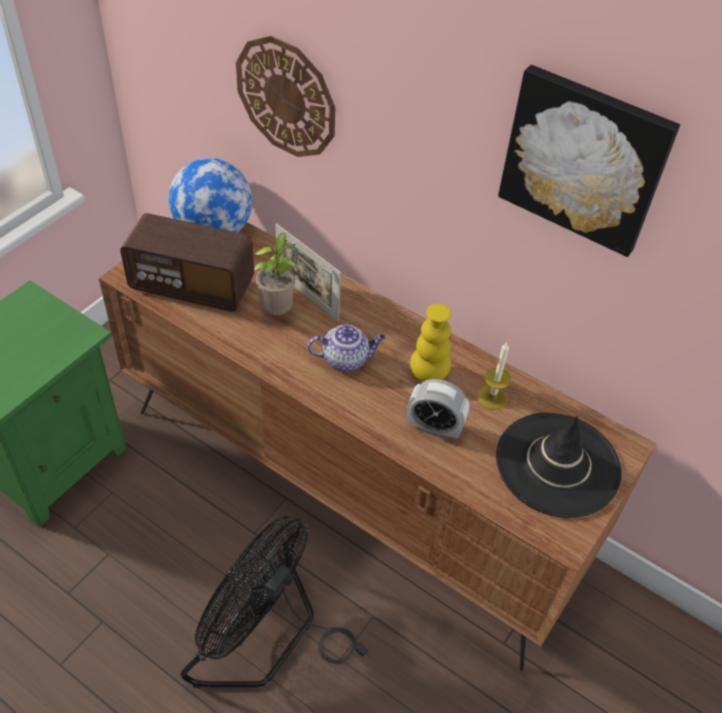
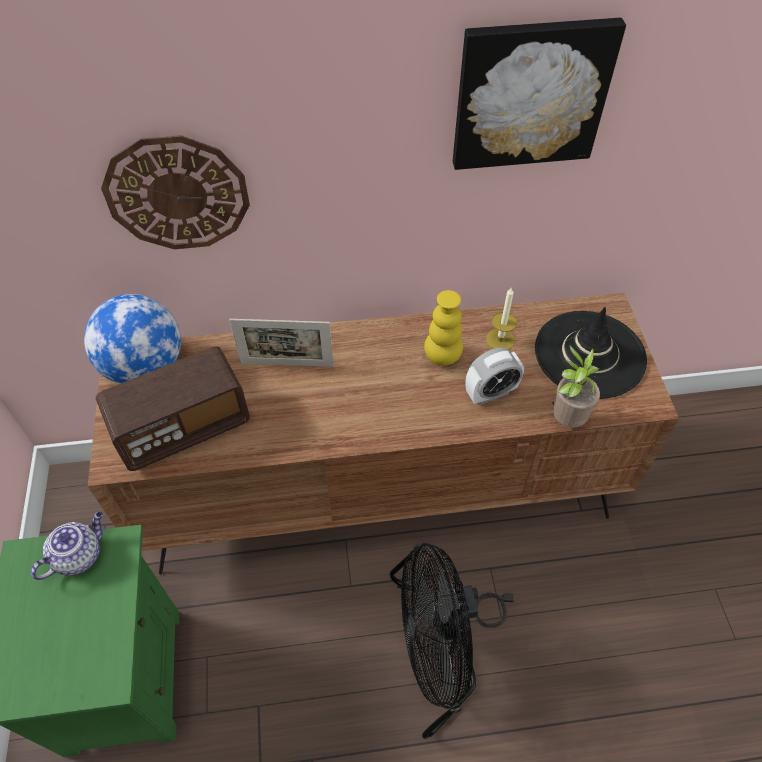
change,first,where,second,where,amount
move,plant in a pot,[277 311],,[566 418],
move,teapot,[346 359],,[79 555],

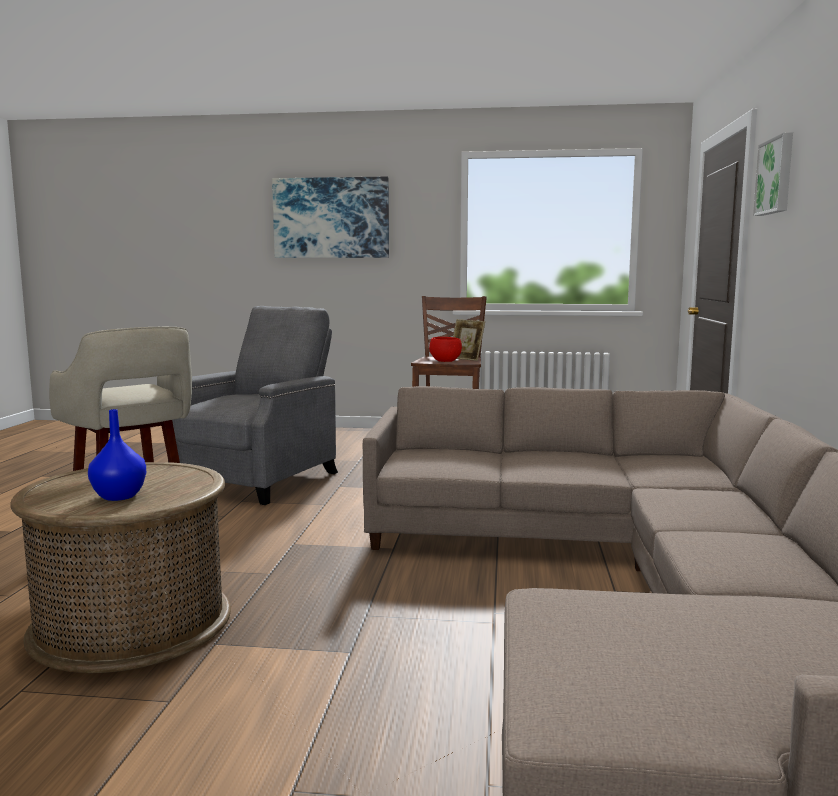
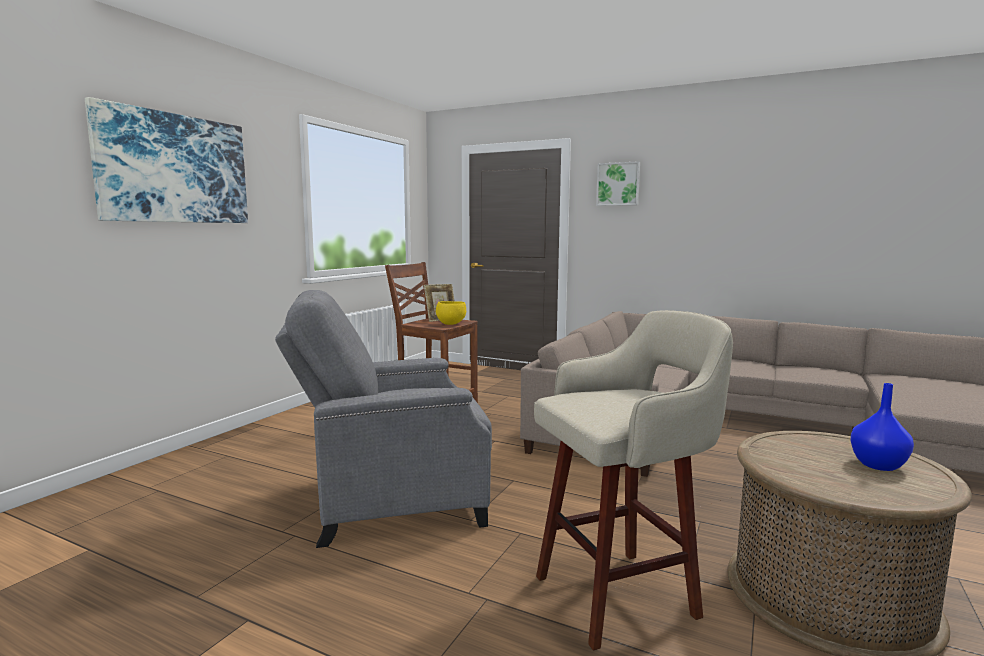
change,first,where,second,where,amount
recolor,serving bowl in red,[446 361],serving bowl in yellowish,[451 324],
rotate,armchair in greyish,[262 479],,[391 502],60 degrees counterclockwise

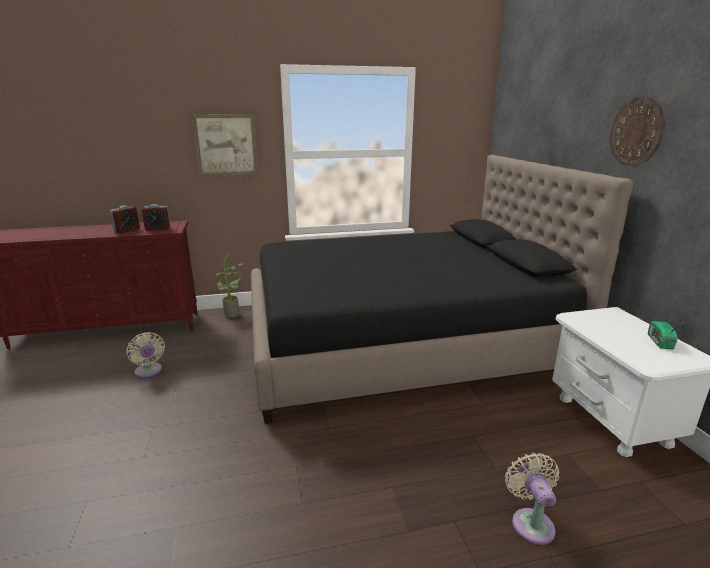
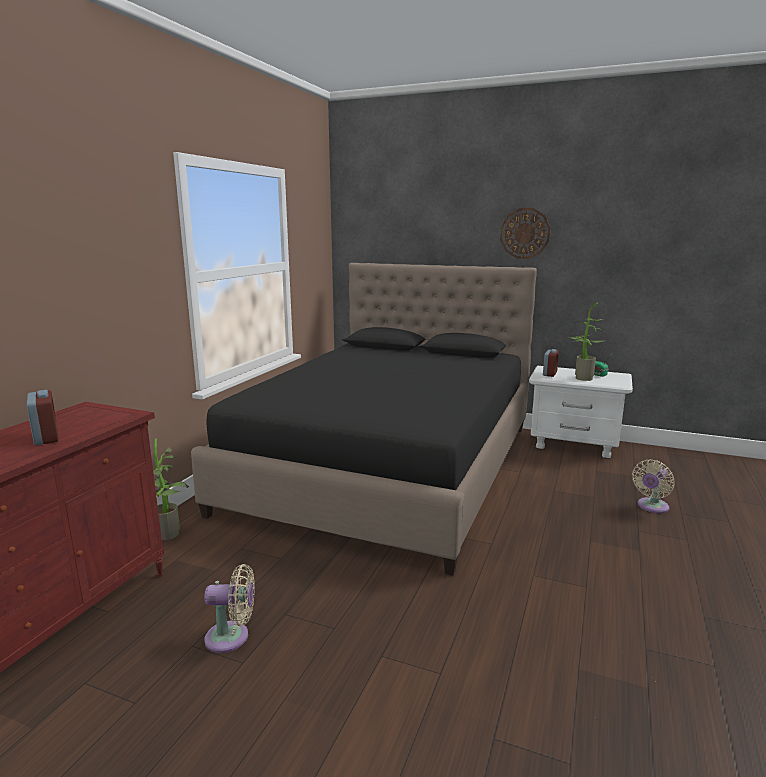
change,first,where,second,where,amount
delete,picture,[226 145],,,
insert,,,plant in a pot,[581 379],
move,table clock,[158 229],,[549 374],
rotate,fan in beige-coloured,[531 522],,[651 507],75 degrees counterclockwise

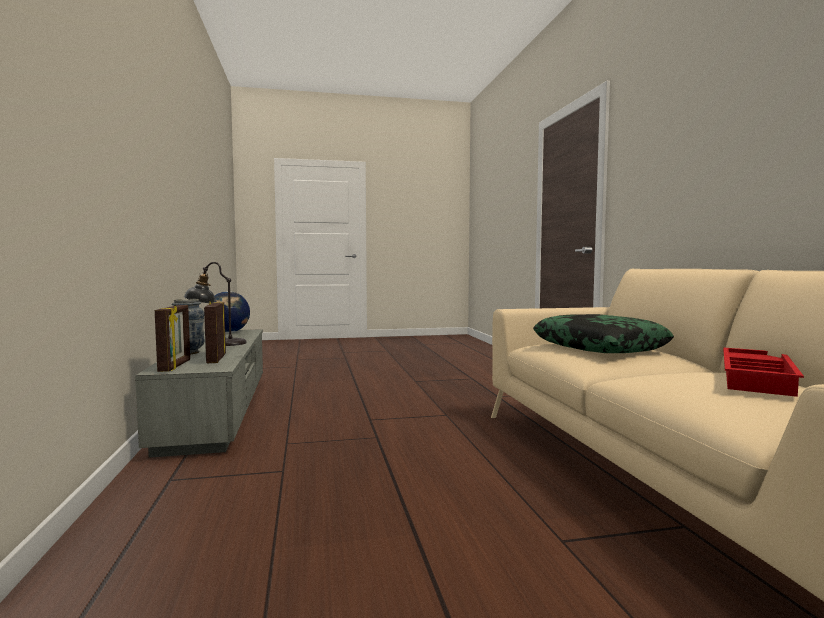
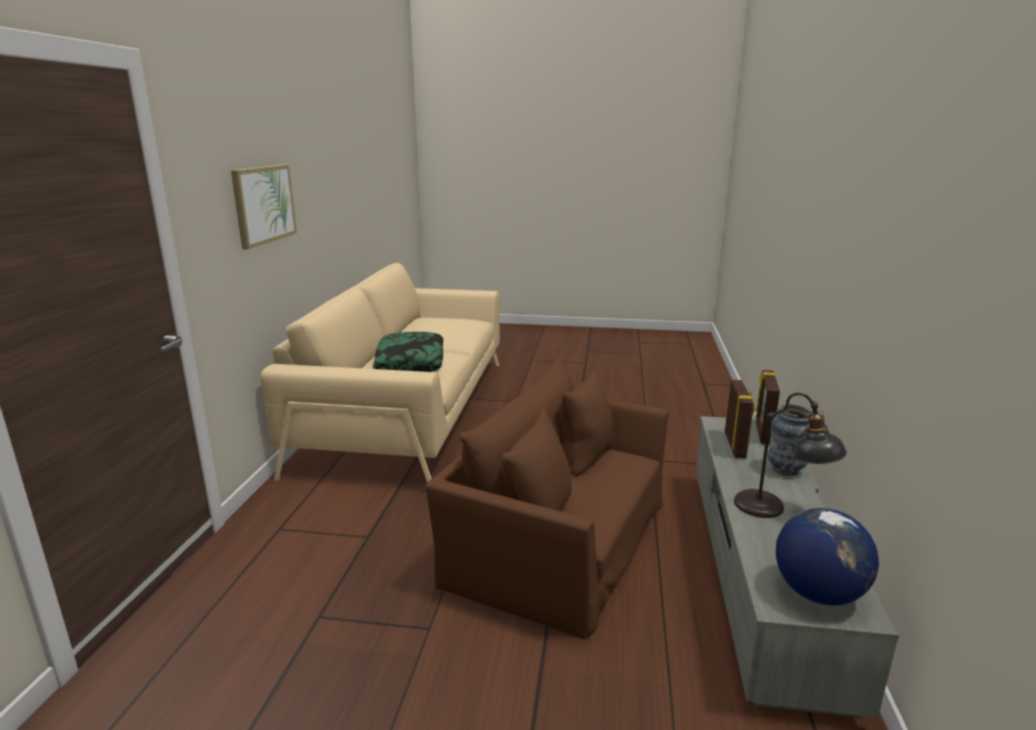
change,first,where,second,where,amount
delete,tray in red,[759 379],,,
insert,,,picture,[264 204],
insert,,,armchair in brown-coloured,[559 541],

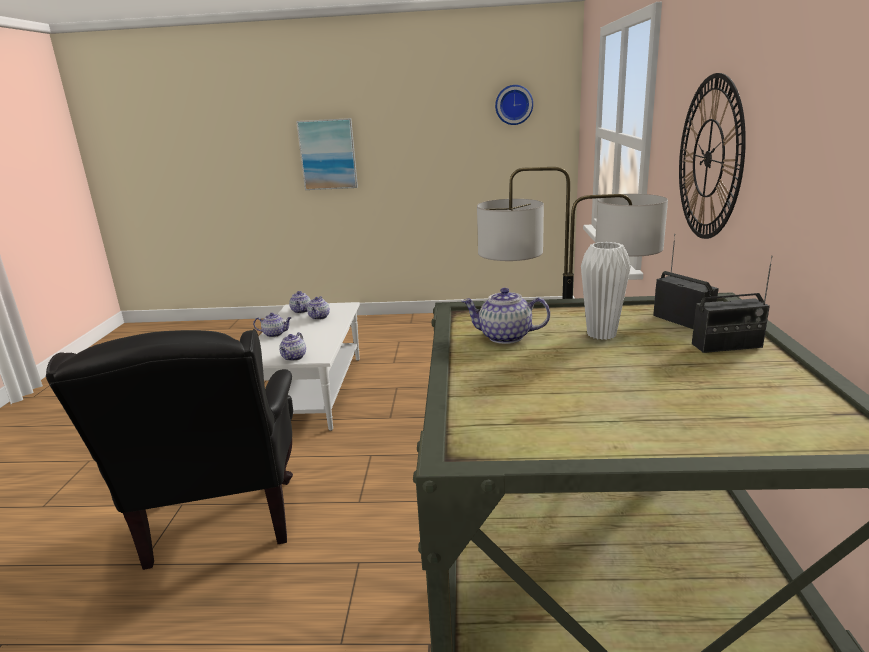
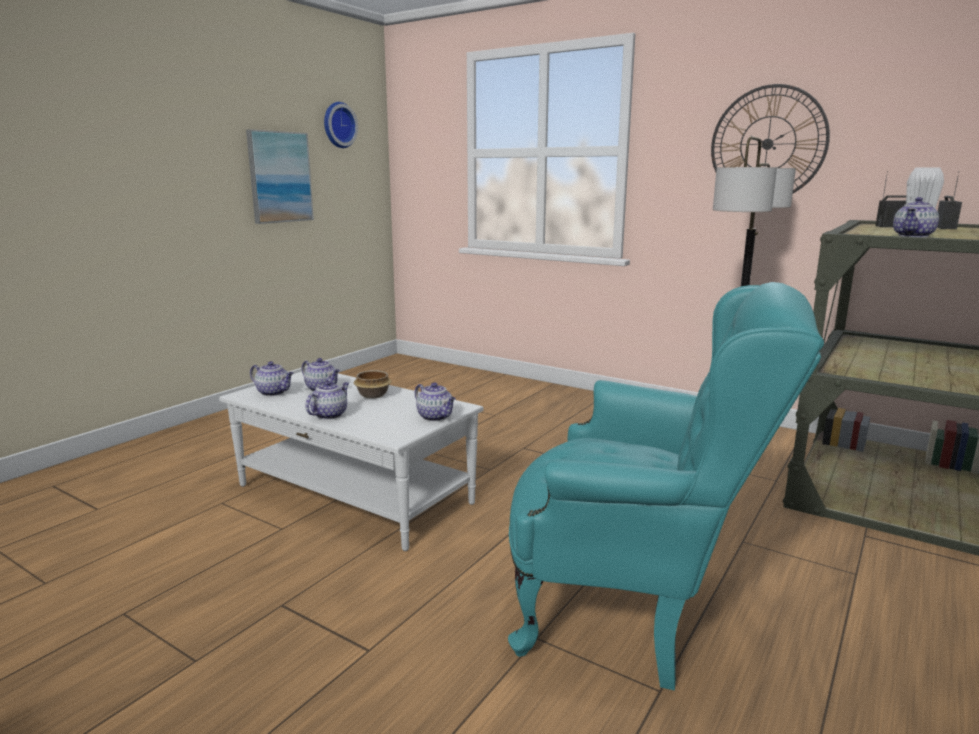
change,first,where,second,where,amount
insert,,,serving bowl,[373 395],
move,picture,[328 154],,[279 177],
recolor,armchair in black-coloured,[220 533],armchair in blue-green,[633 615],

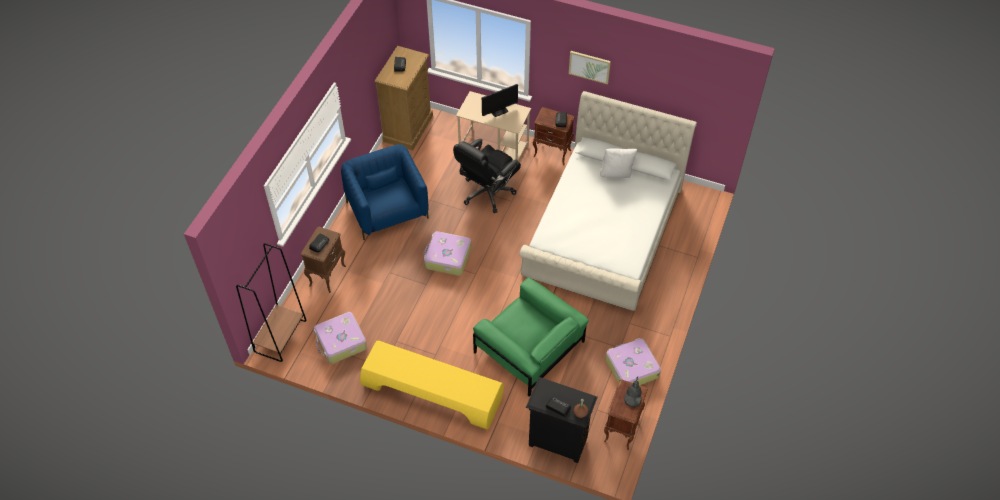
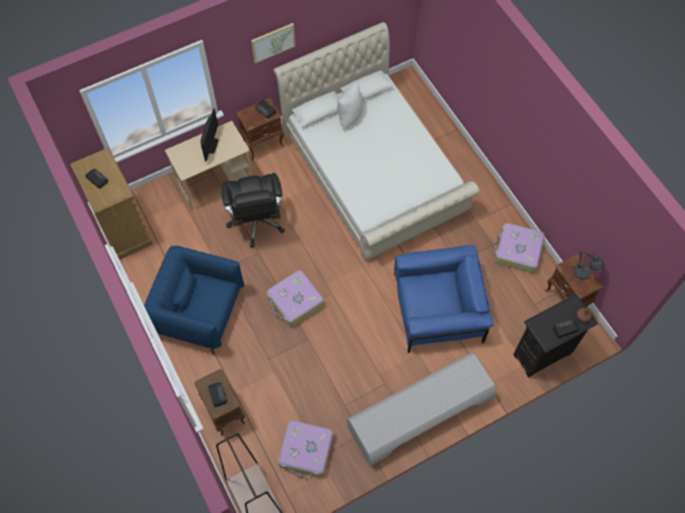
change,first,where,second,where,amount
recolor,long seat in yellowish,[432 392],long seat in greyish,[420 413],
recolor,armchair in green,[529 347],armchair in blue-coloured,[438 308],

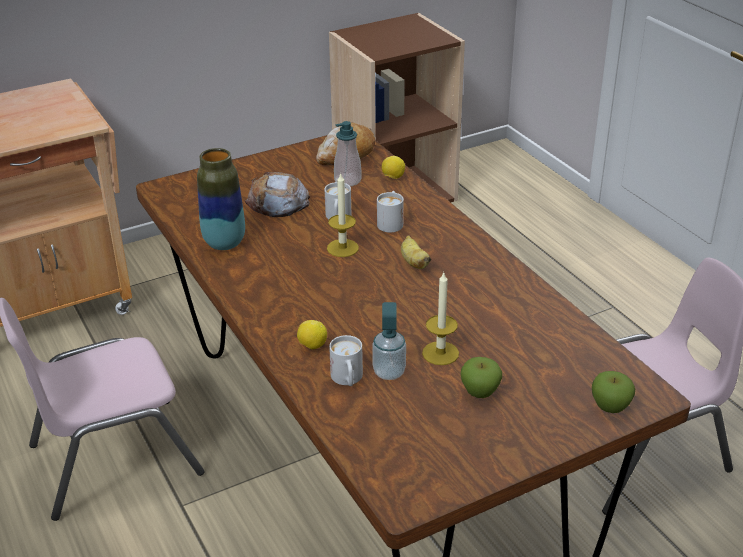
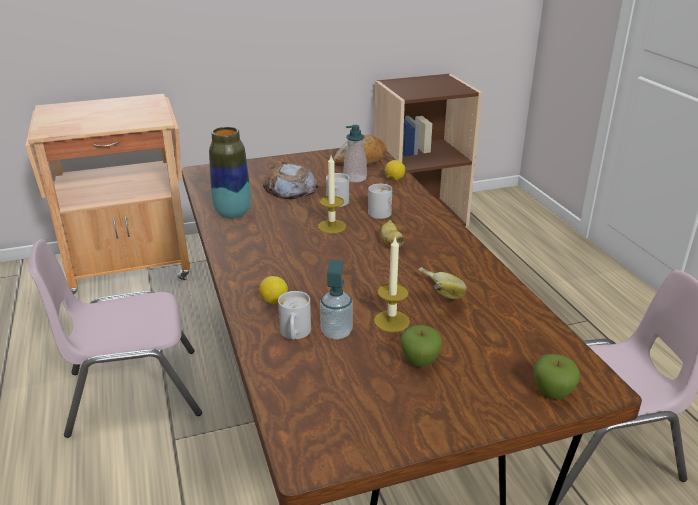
change,first,where,second,where,amount
insert,,,banana,[435 298],

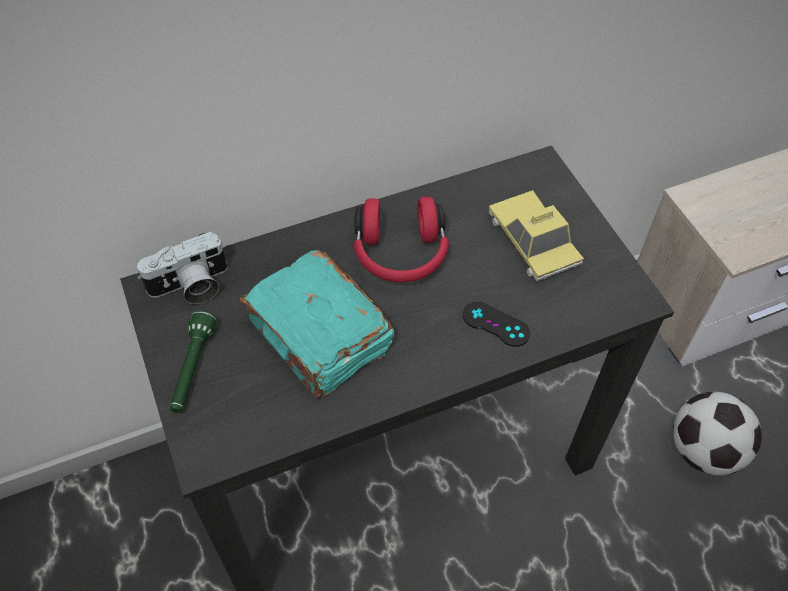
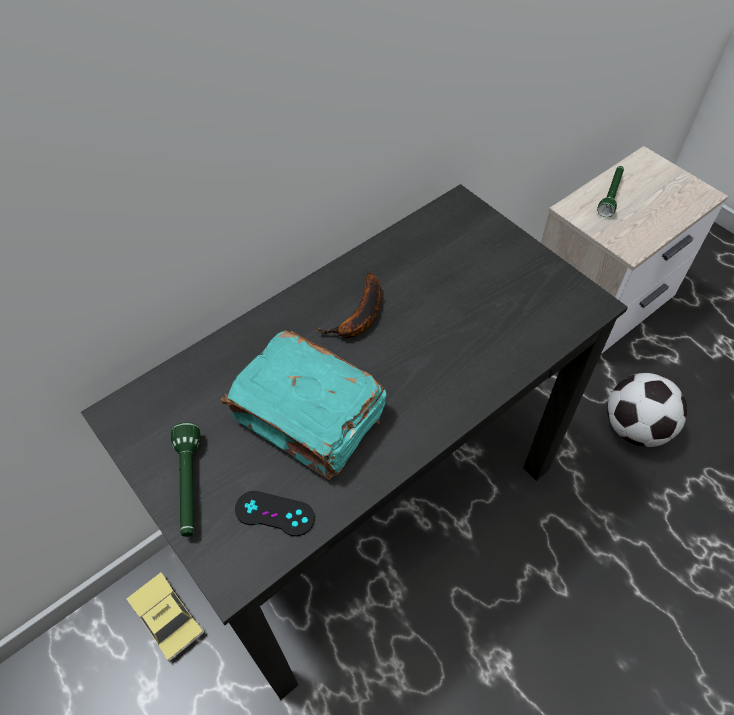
change,first,where,second,where,amount
delete,photo camera,[191 287],,,
insert,,,flashlight in green,[611 195],
move,joypad in black-coloured,[495 324],,[274 513],
move,toy car,[533 241],,[167 618],
replace,headphones in red,[400 255],banana,[359 317],

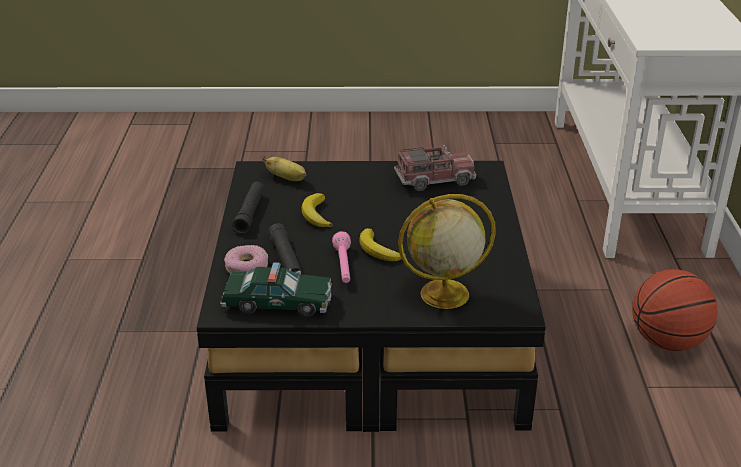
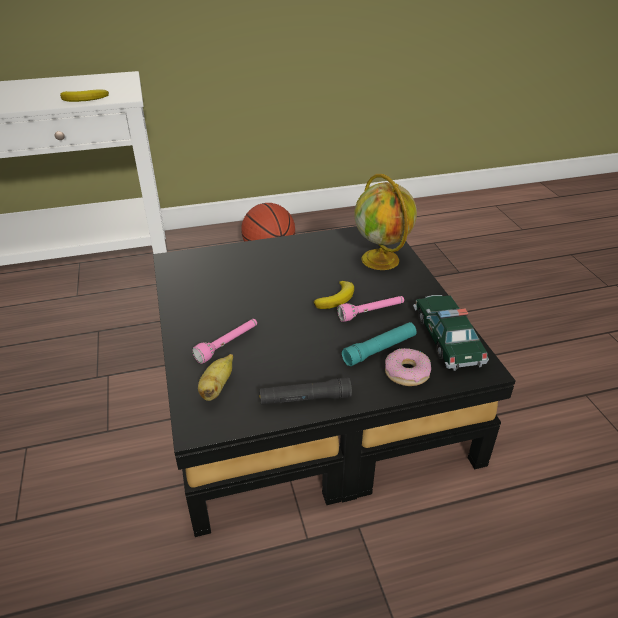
change,first,where,second,where,amount
delete,toy truck,[434 179],,,
insert,,,flashlight in pink-coloured,[228 345],
move,banana,[316 214],,[87 99],
recolor,flashlight in black-coloured,[286 259],flashlight in blue-green,[379 349],

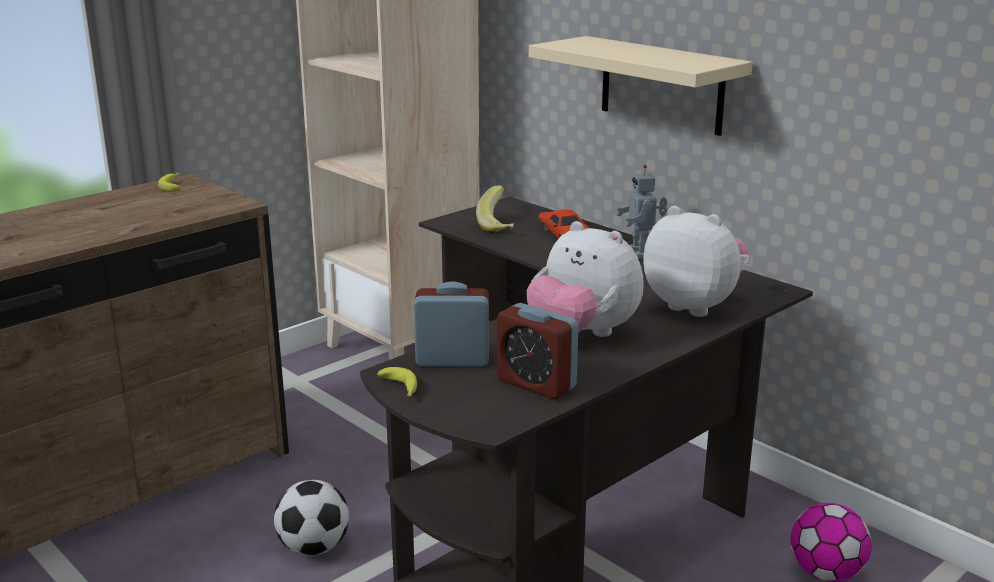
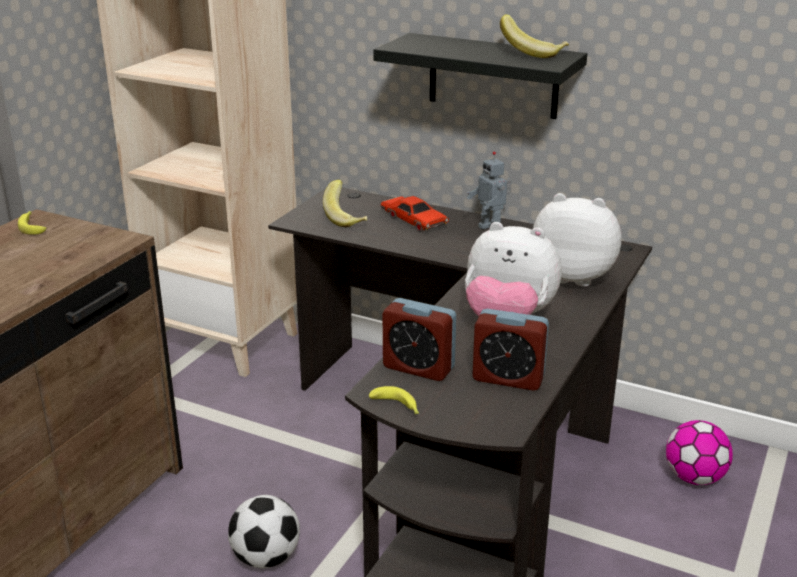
change,first,where,second,where,amount
insert,,,banana,[533 53],
recolor,bracket shelf in beige-coloured,[661 85],bracket shelf in black-coloured,[493 76],
rotate,table clock,[452 360],,[418 367],135 degrees counterclockwise

